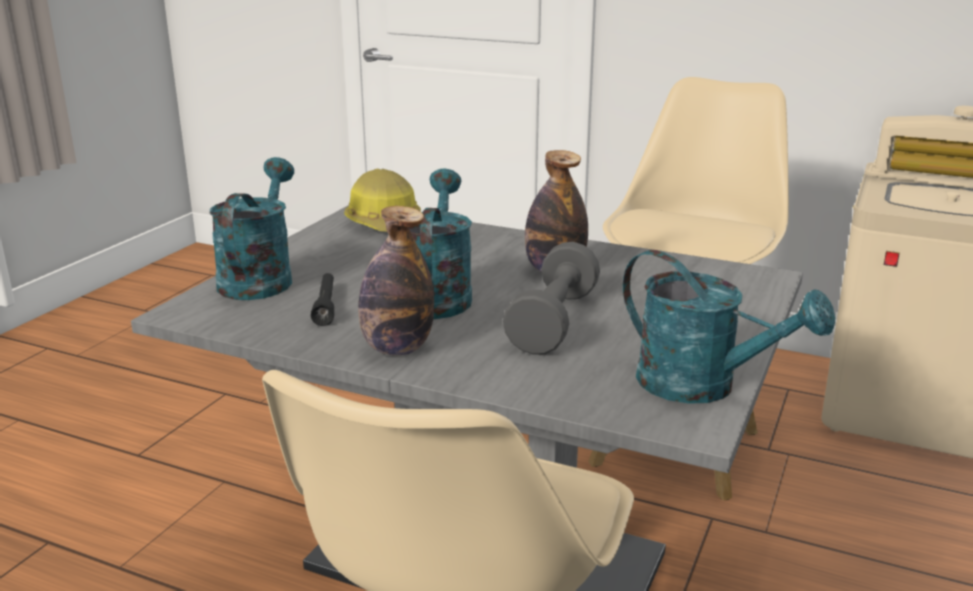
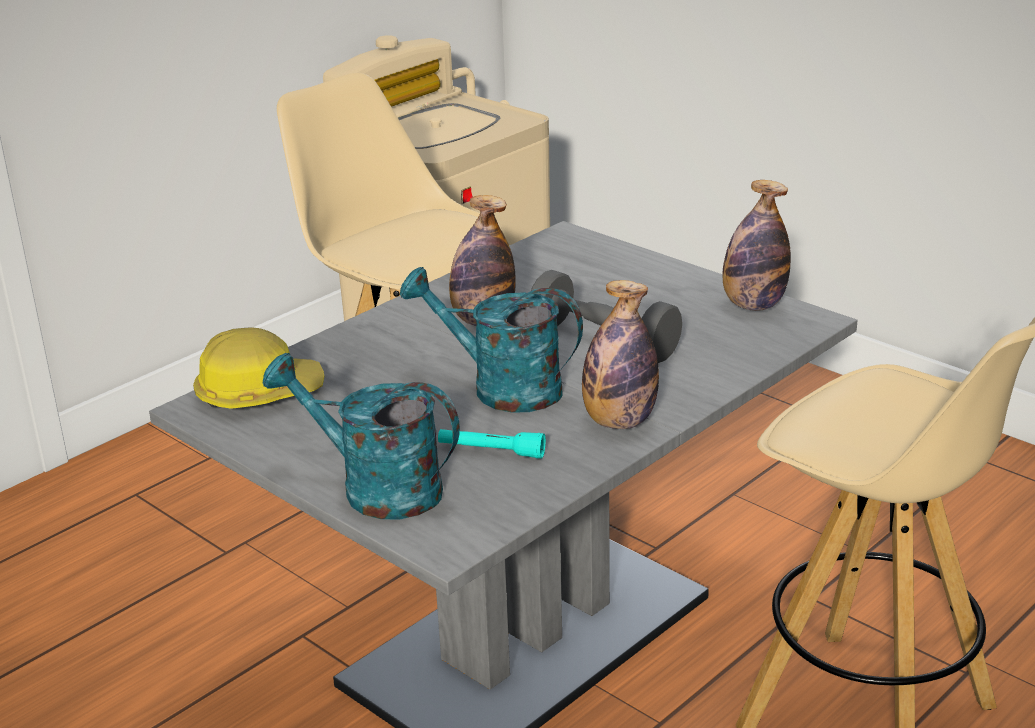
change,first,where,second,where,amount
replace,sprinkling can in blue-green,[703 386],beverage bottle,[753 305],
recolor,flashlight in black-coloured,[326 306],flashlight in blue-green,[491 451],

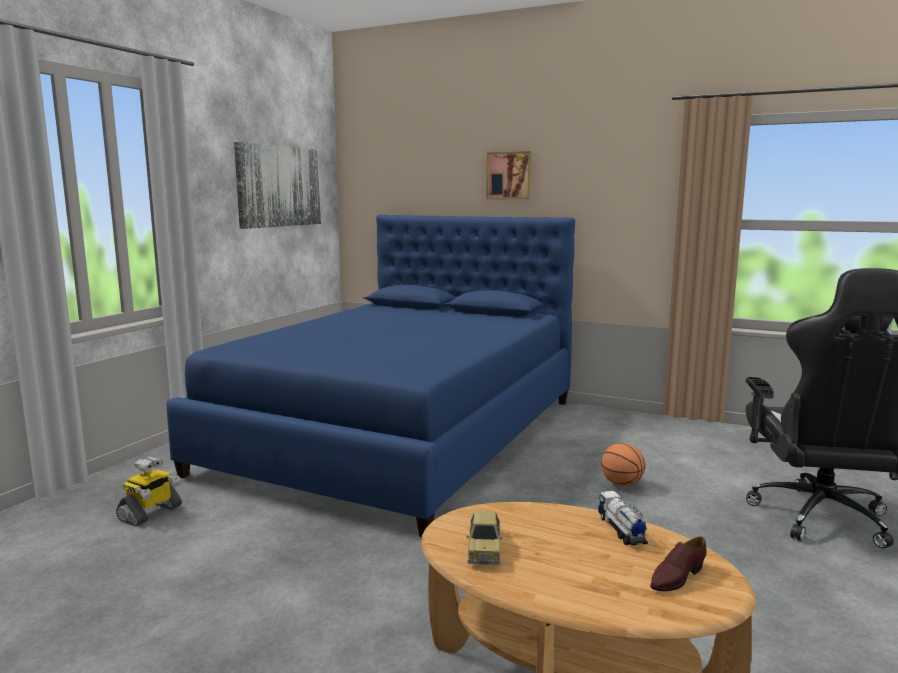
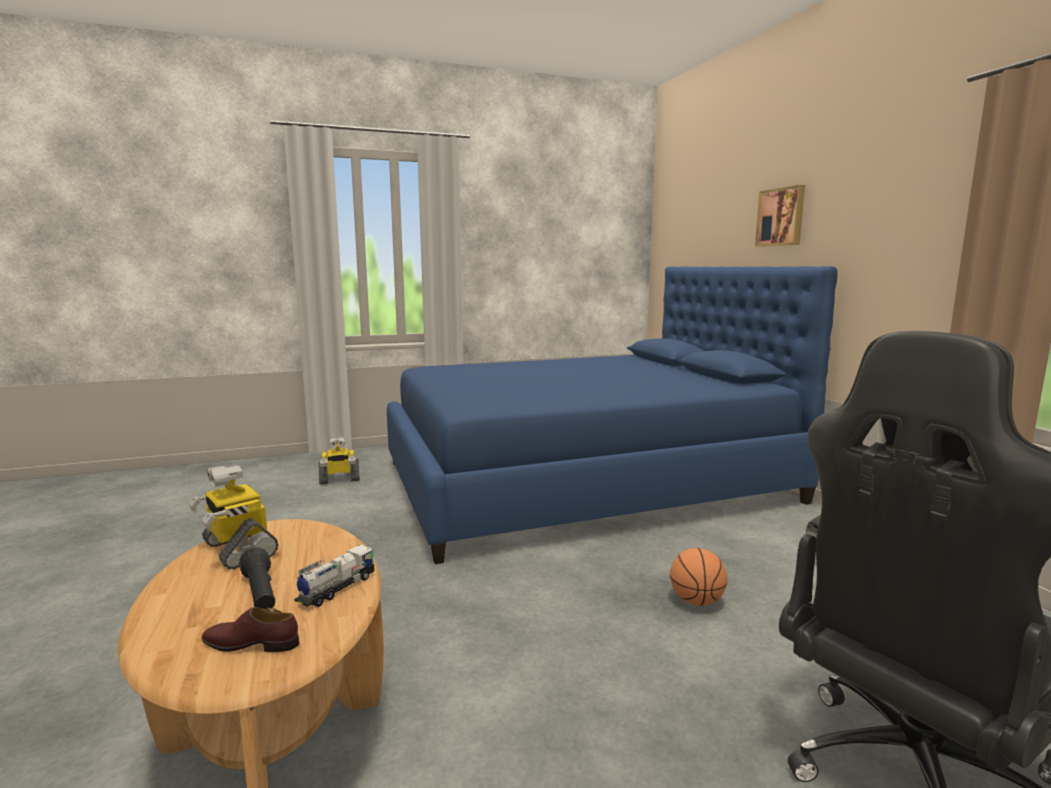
change,first,where,second,where,amount
delete,picture,[279 186],,,
insert,,,flashlight in black-coloured,[260 593],
replace,toy car,[484 547],model robot,[238 550],

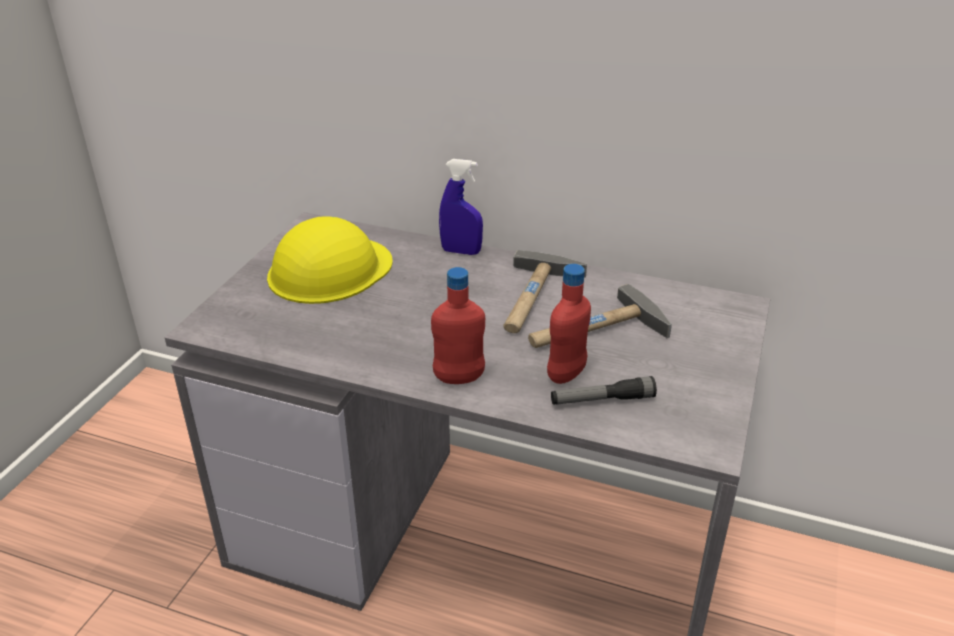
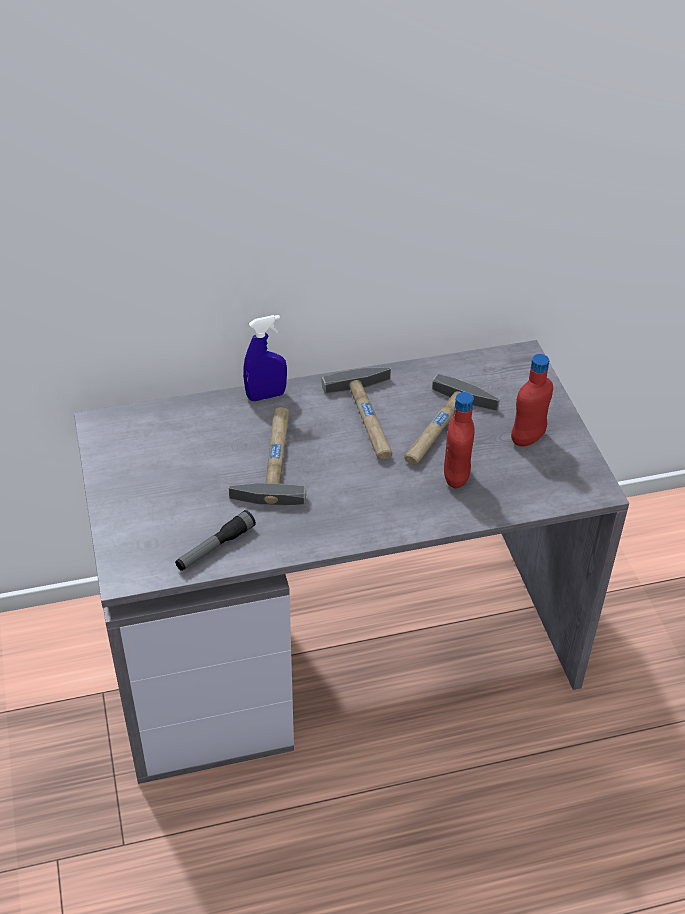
change,first,where,second,where,amount
delete,hard hat in yellowish,[329 270],,,
insert,,,hammer,[272 459],
move,beverage bottle in red,[459 378],,[527 438],
move,flashlight,[602 400],,[215 547],

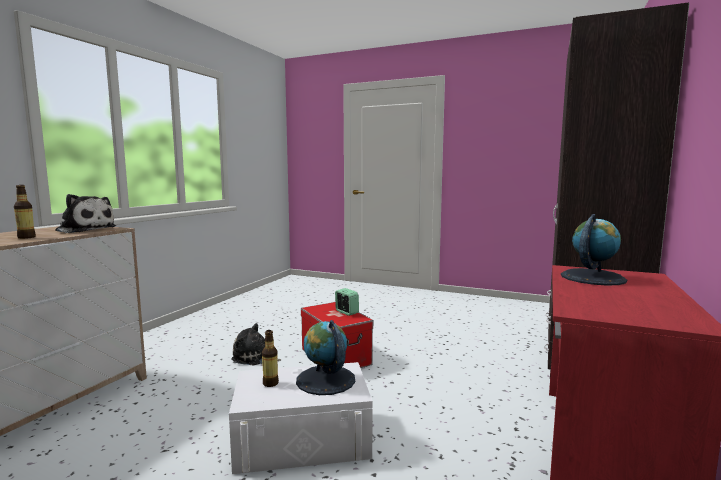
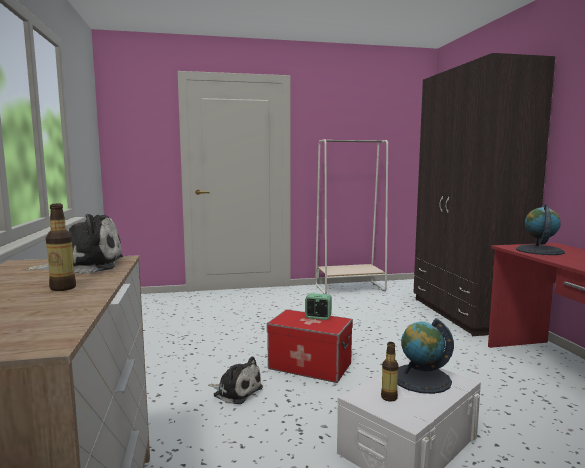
change,first,where,second,where,amount
insert,,,garment rack,[349 288],
rotate,soft toy,[255 357],,[236 391],135 degrees counterclockwise

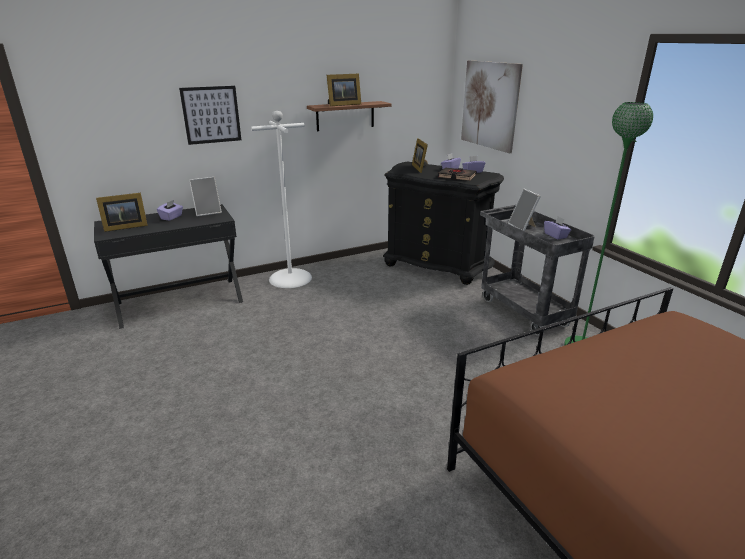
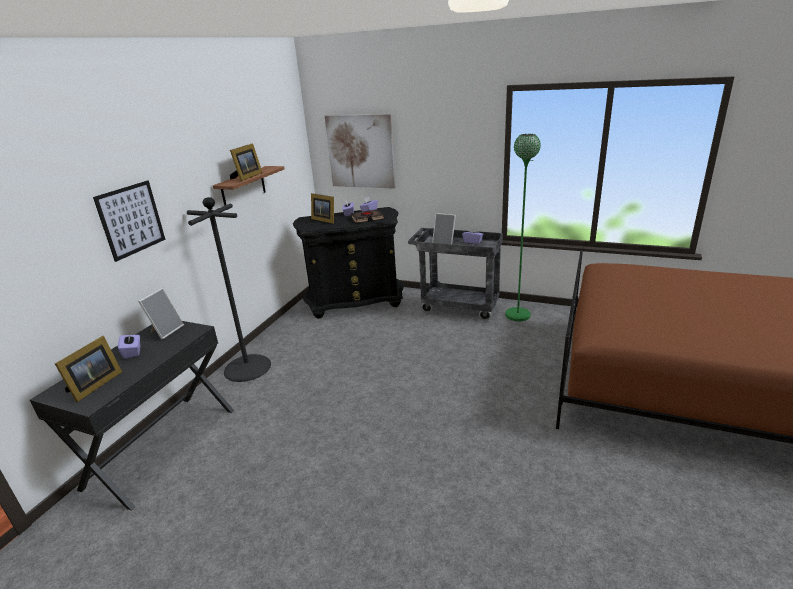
change,first,where,second,where,amount
recolor,garment rack in white,[290 278],garment rack in black-coloured,[247 368],

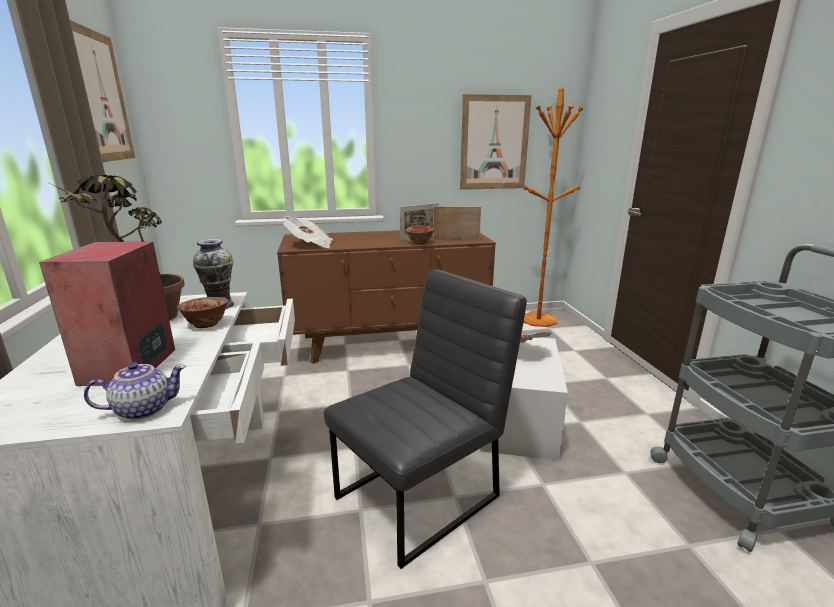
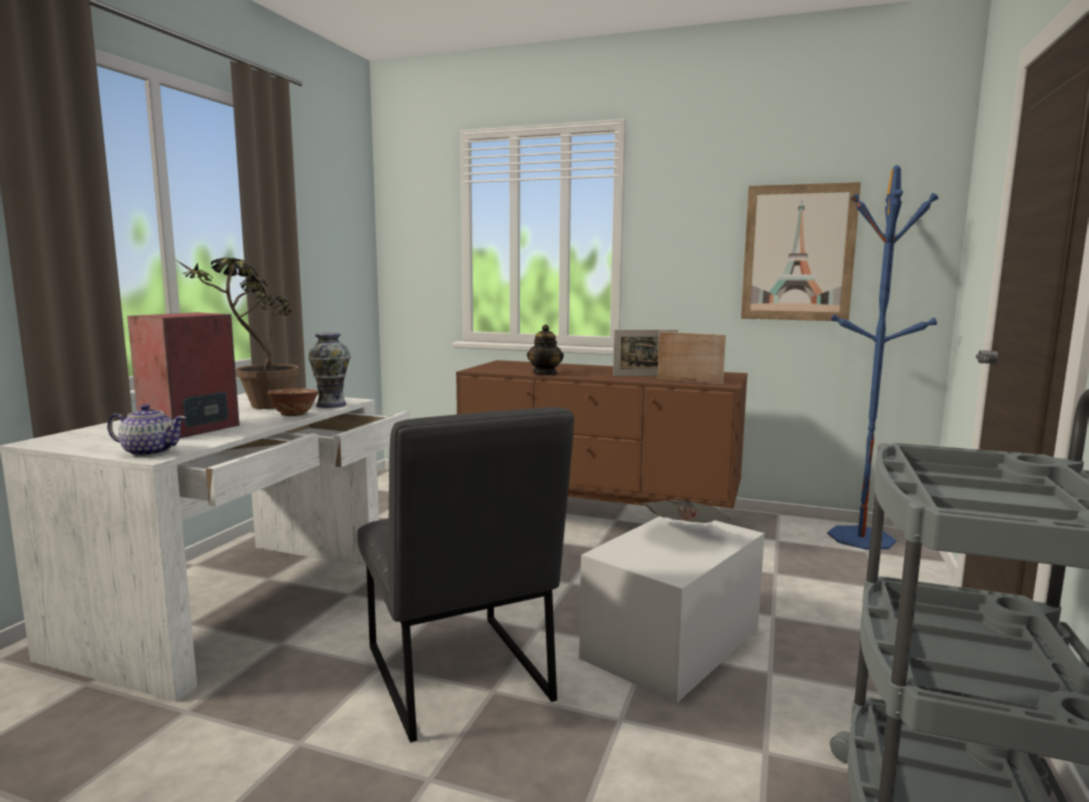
change,first,where,second,where,amount
delete,picture,[101 97],,,
delete,newspaper,[310 245],,,
delete,serving bowl,[420 243],,,
insert,,,teapot,[545 373],
recolor,garment rack in orange,[538 319],garment rack in blue-coloured,[861 537],
rotate,chair in greyish,[422 495],,[458 676],75 degrees clockwise

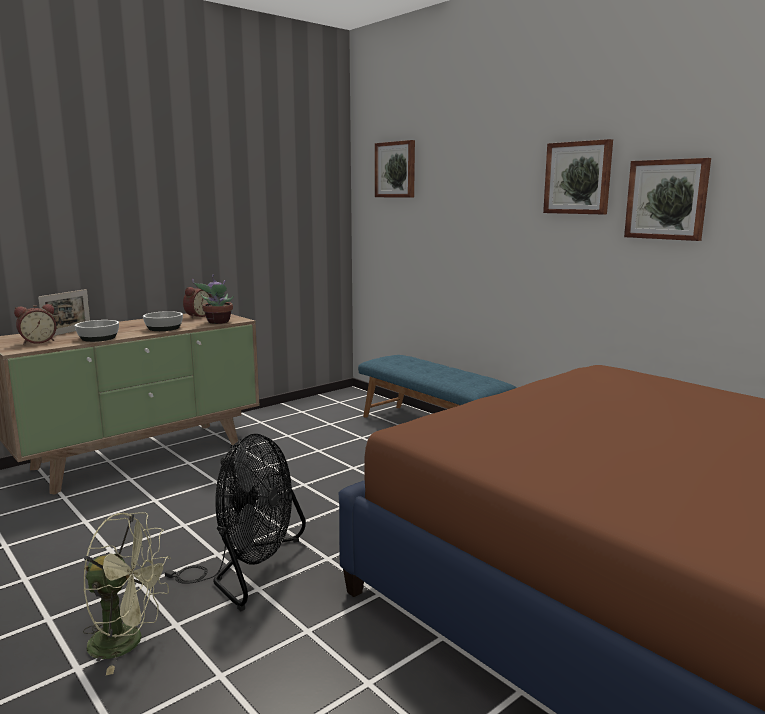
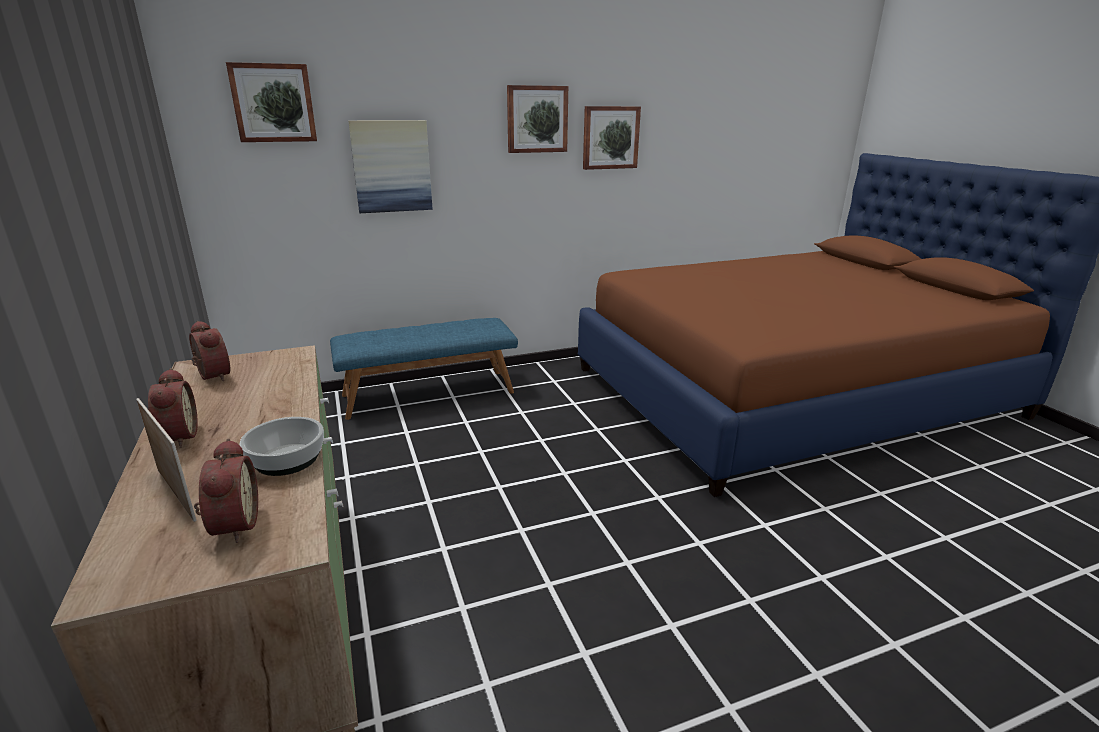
change,first,where,second,where,amount
delete,fan in green,[128 642],,,
delete,serving bowl,[163 328],,,
delete,fan in black-coloured,[245 571],,,
delete,plant in a pot,[217 322],,,
insert,,,table clock,[176 437],
insert,,,picture,[391 166],

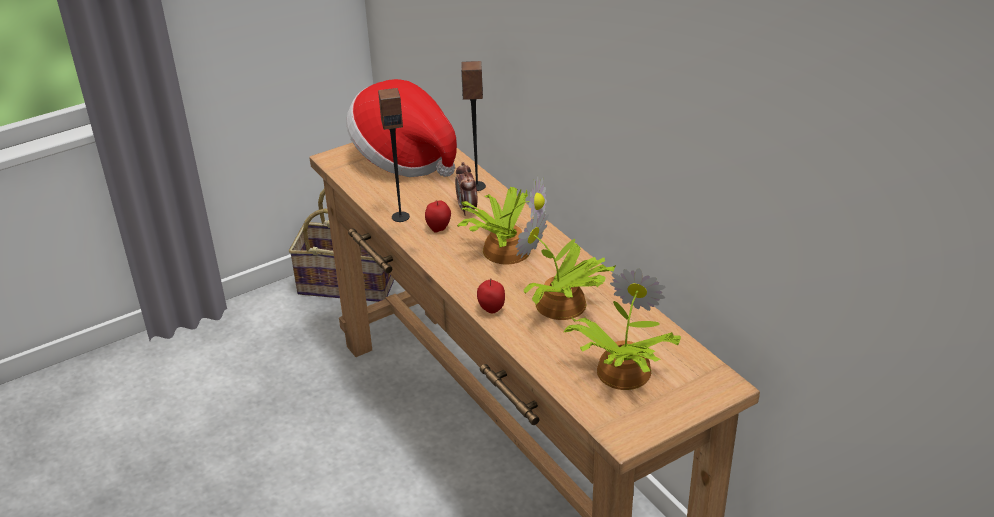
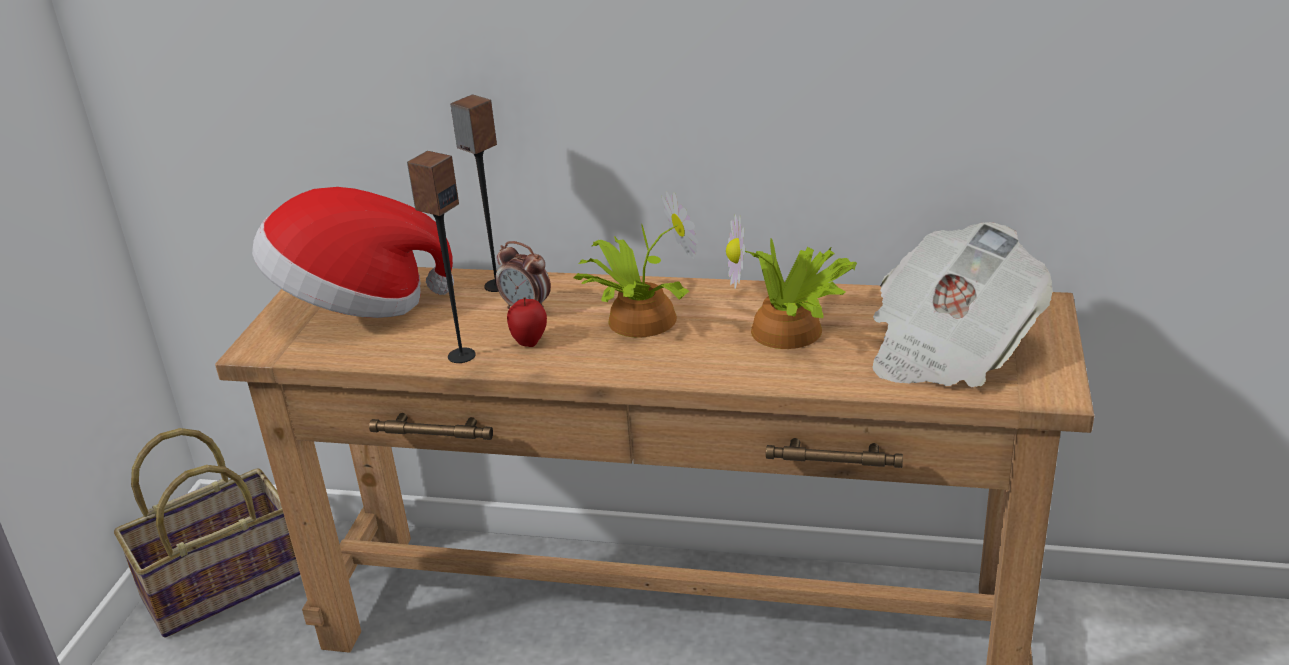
change,first,where,second,where,amount
delete,apple fruit,[491 310],,,
replace,plant in a pot,[620 372],newspaper,[949 348],

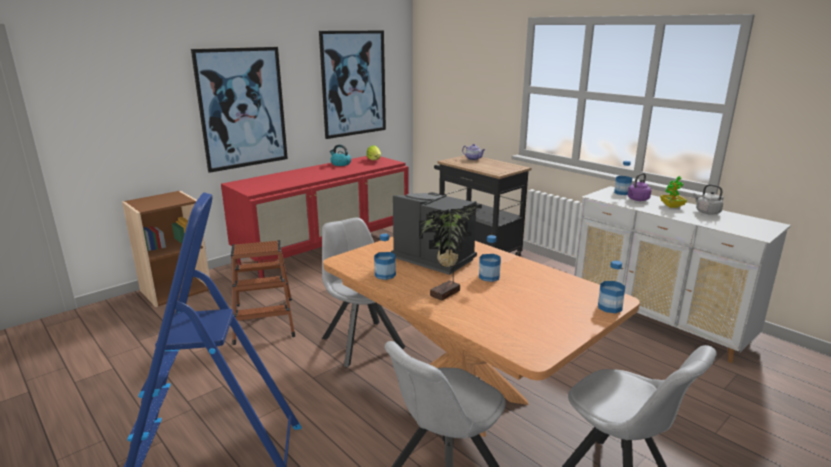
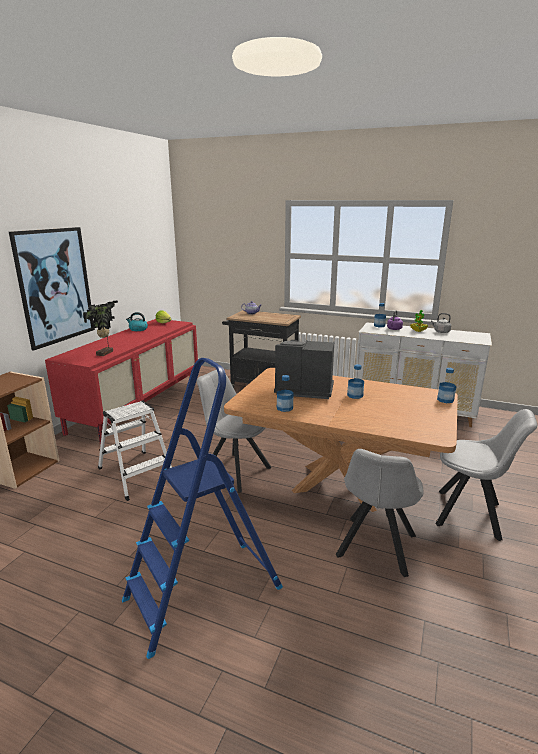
change,first,where,second,where,amount
delete,picture,[353 83],,,
move,plant in a pot,[447 294],,[106 353],
recolor,step ladder in brown-coloured,[264 319],step ladder in white,[136 474],

